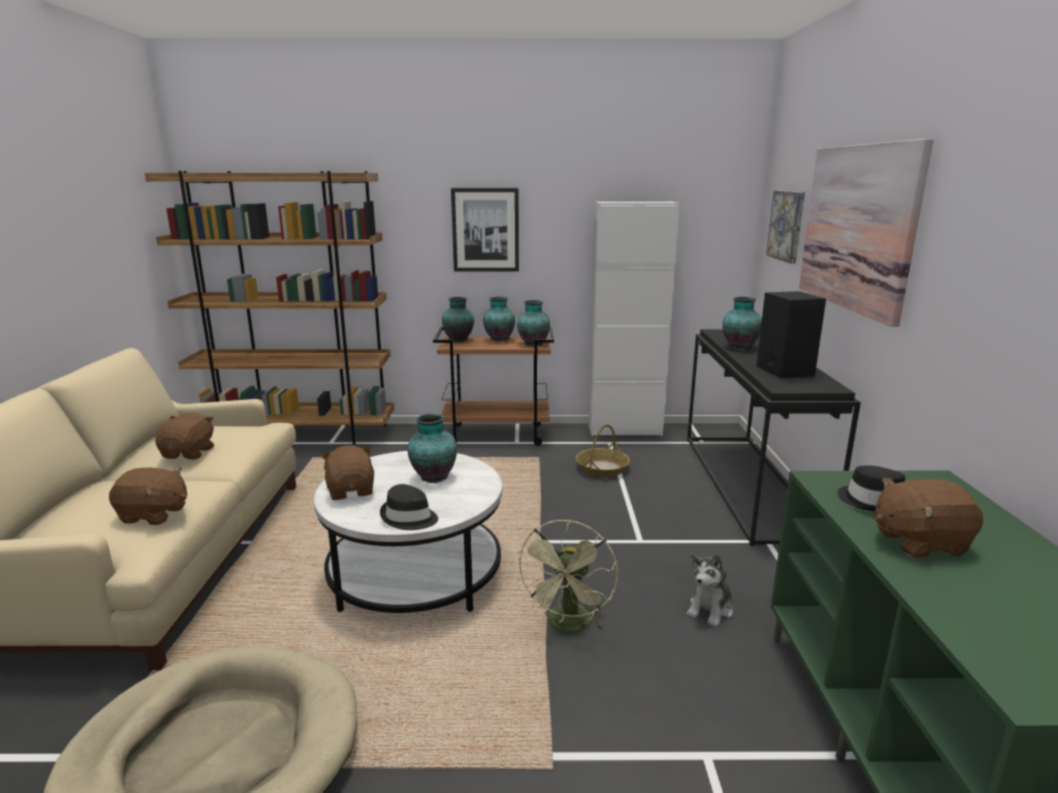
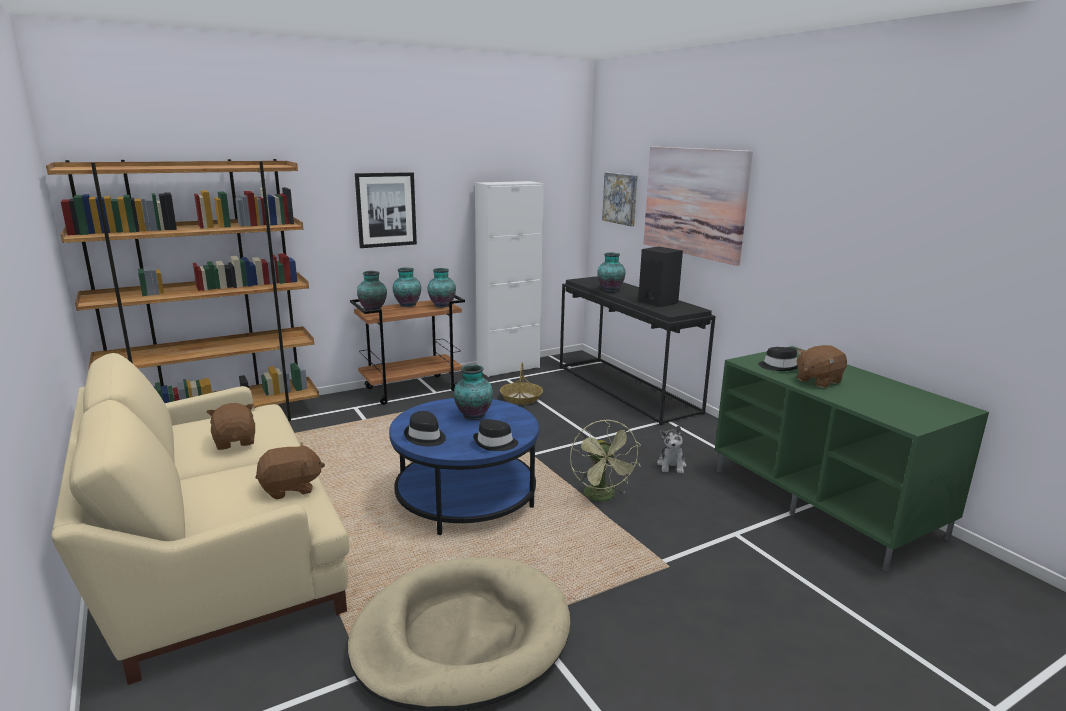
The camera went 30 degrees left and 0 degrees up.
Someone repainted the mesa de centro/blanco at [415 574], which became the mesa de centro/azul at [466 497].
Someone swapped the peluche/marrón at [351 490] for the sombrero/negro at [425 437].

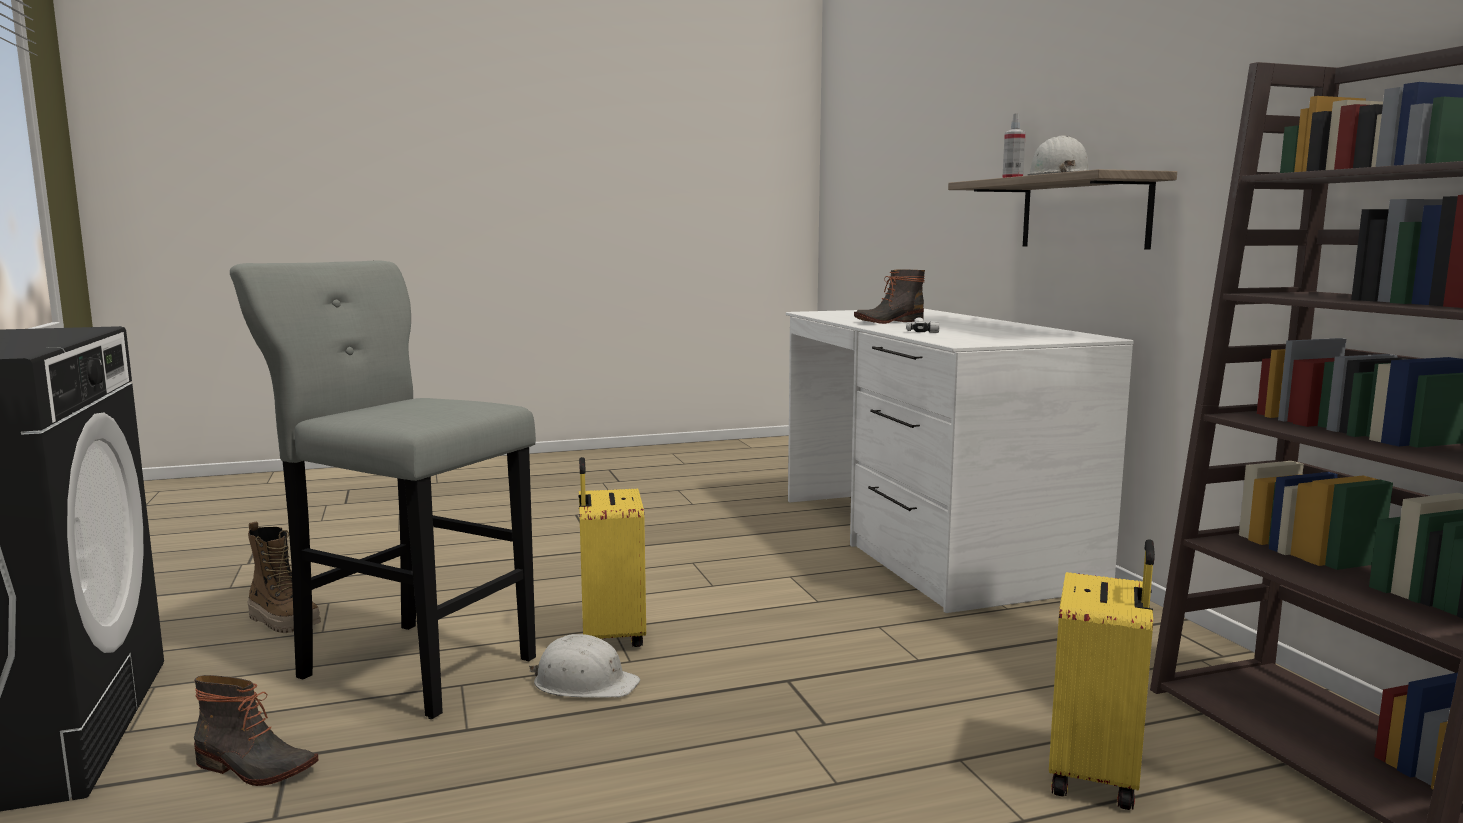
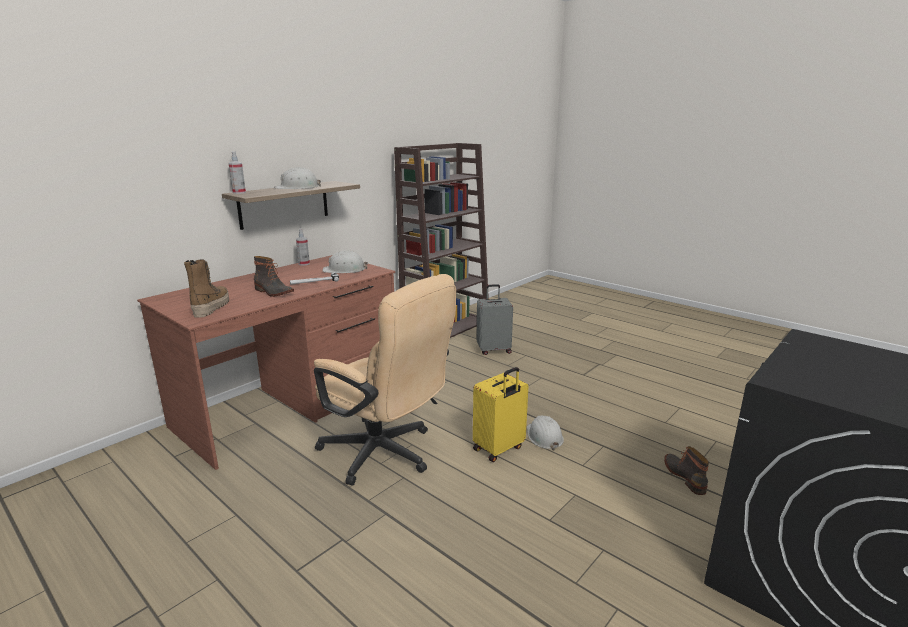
The camera went 120 degrees left and 10 degrees up.
Someone took away the taburete/gris at [410 665].
Someone carried the bota from [284 622] to [211 308].
Someone repainted the escritorio/blanco at [926 540], which became the escritorio/marrón at [292 404].
Someone repainted the maleta/amarillo at [1097 775], which became the maleta/gris at [493 350].
Someone put down the pulverizador at [304 264].
Someone put down the silla de oficina/beis at [385 455].
Someone put down the casco/blanco at [344 270].

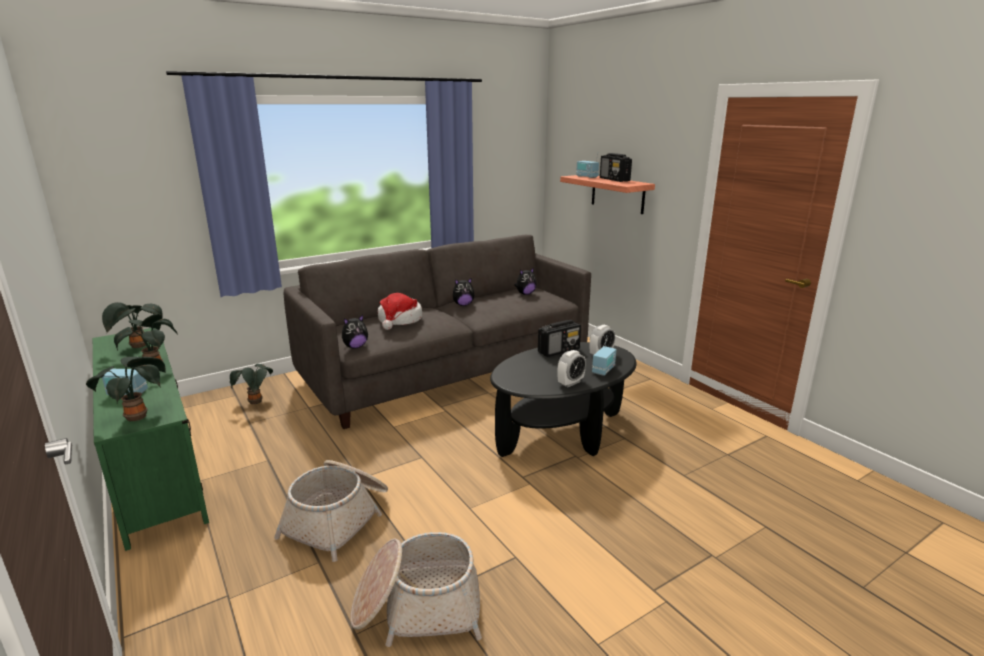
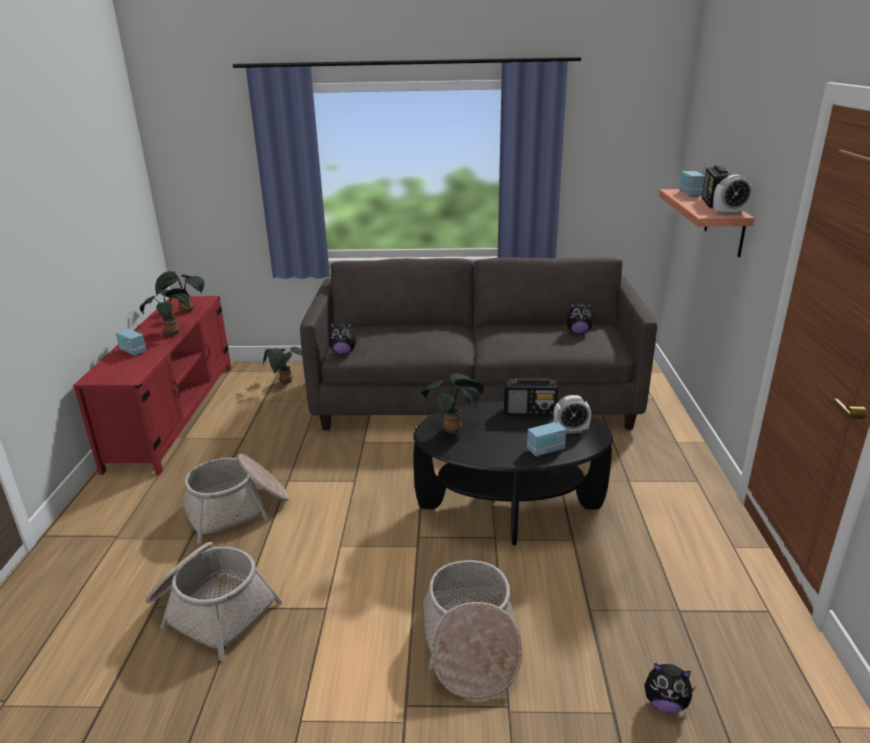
The camera went 35 degrees right and 5 degrees up.
Someone carried the planta en maceta from [139 416] to [454 429].
Someone repainted the mueble de televisión/verde at [155 464], which became the mueble de televisión/rojo at [174 414].
Someone took away the sombrero at [399 320].
Someone carried the peluche from [463 304] to [665 703].
Someone carried the despertador from [570 383] to [729 213].
Someone put down the cesta at [470 644].

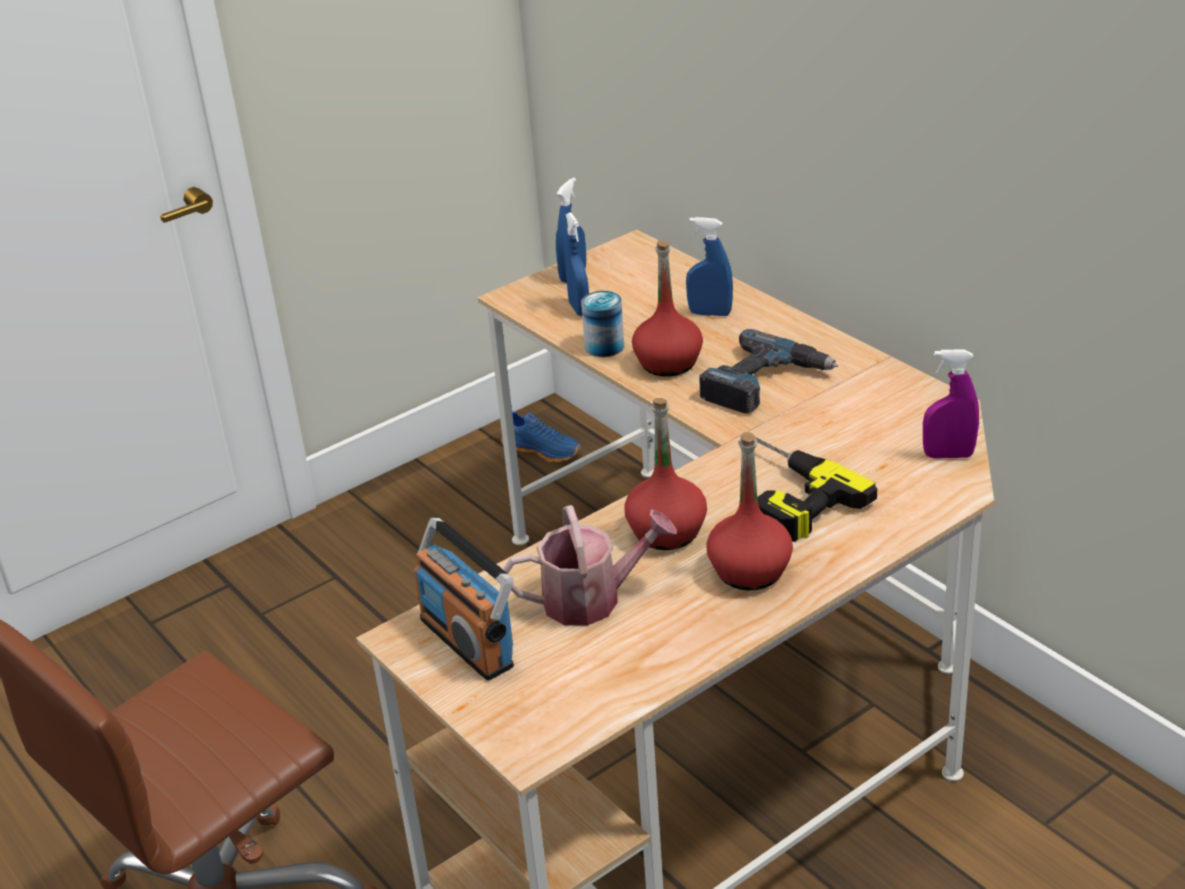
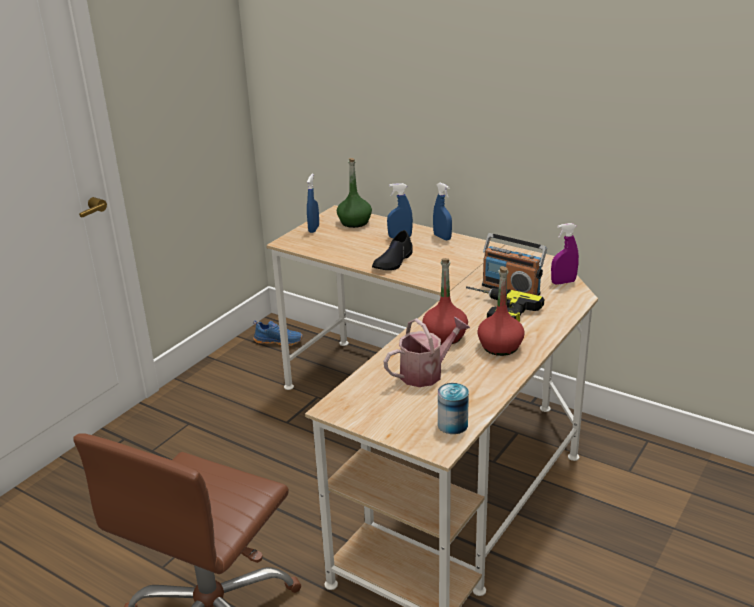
The camera went 20 degrees left and 5 degrees down.
Someone carried the radio from [468 641] to [511 289].
Someone carried the pulverizador/azul from [579 309] to [442 237].
Someone carried the lata from [604 346] to [452 425].
Someone swapped the botella/rojo at [668 363] for the zapato/negro at [393 261].
Someone took away the taladro at [765 383].
Someone put down the botella/verde at [355 222].

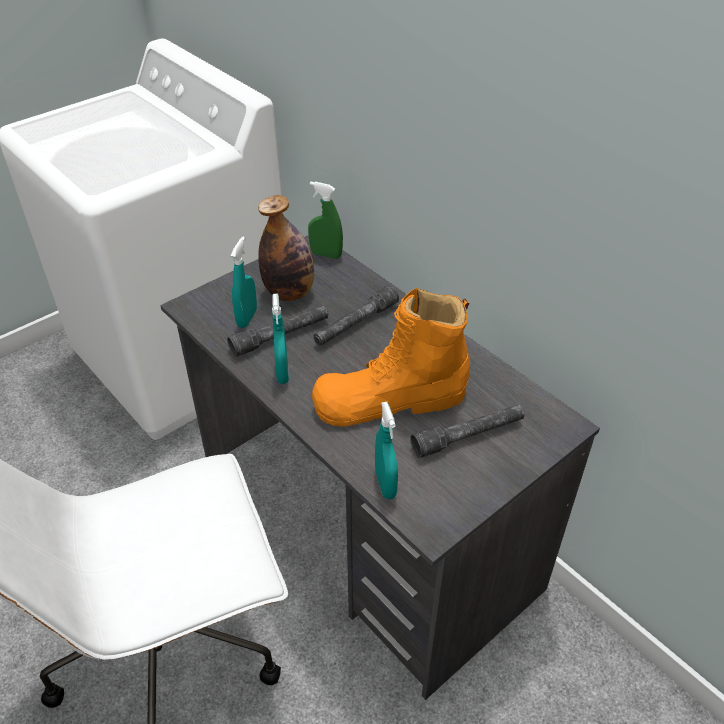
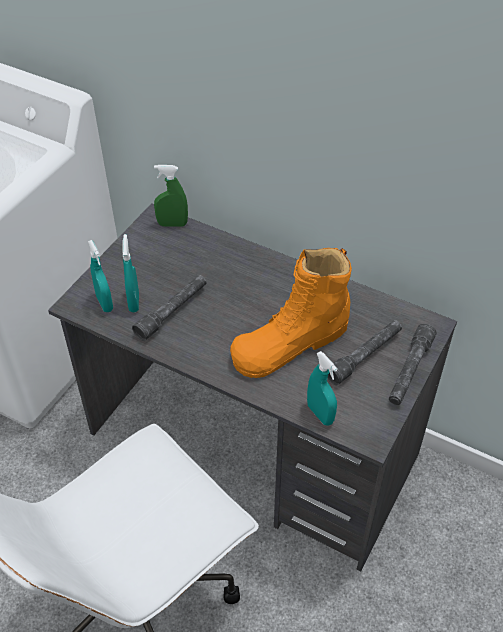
The camera went 20 degrees left and 5 degrees up.
Someone took away the botella at [289 293].
Someone carried the pulverizador/turquesa from [282 373] to [104 303].
Someone carried the linterna/gris from [355 324] to [409 370].

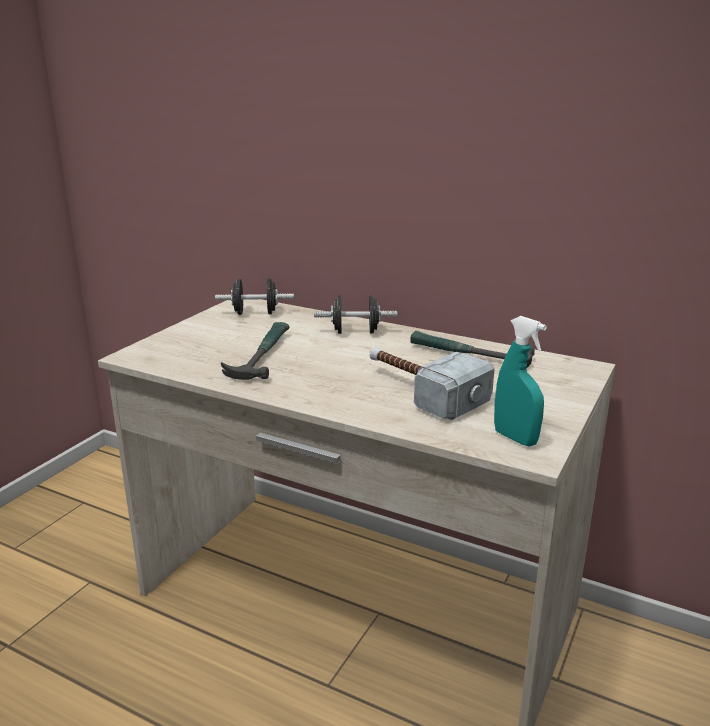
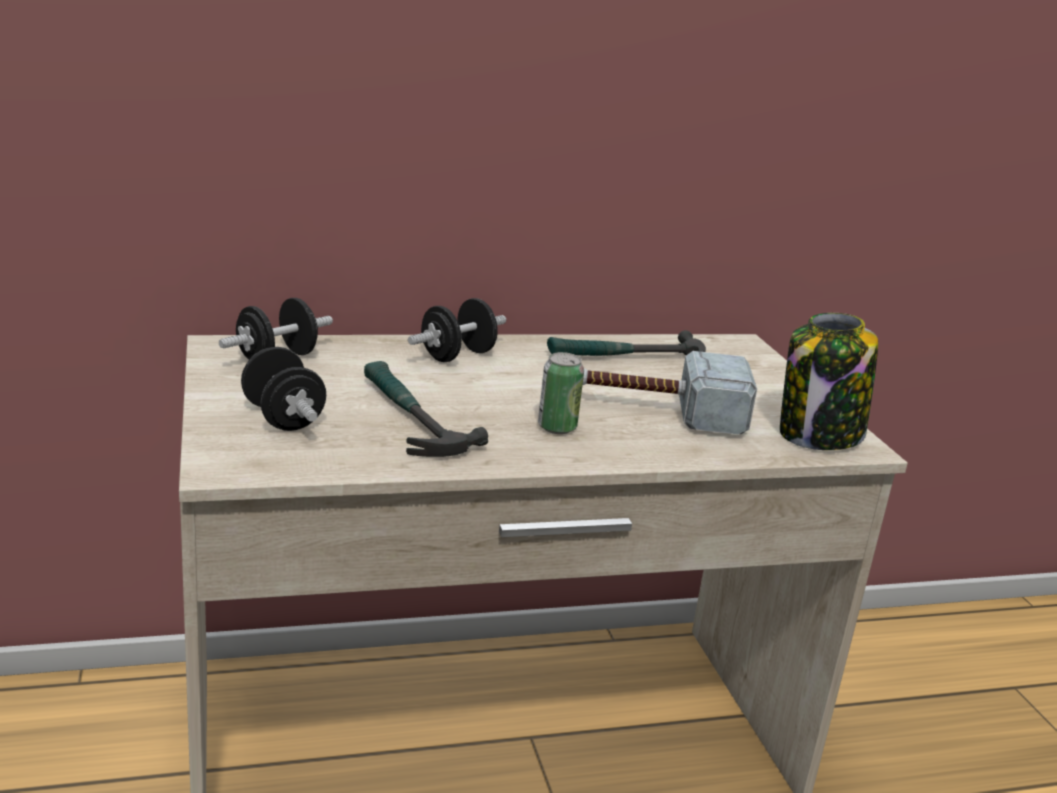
The camera went 45 degrees left and 0 degrees up.
Someone swapped the pulverizador/turquesa at [515 438] for the tarro at [819 435].
Someone put down the mancuerna/negro at [283 418].
Someone put down the lata at [557 427].

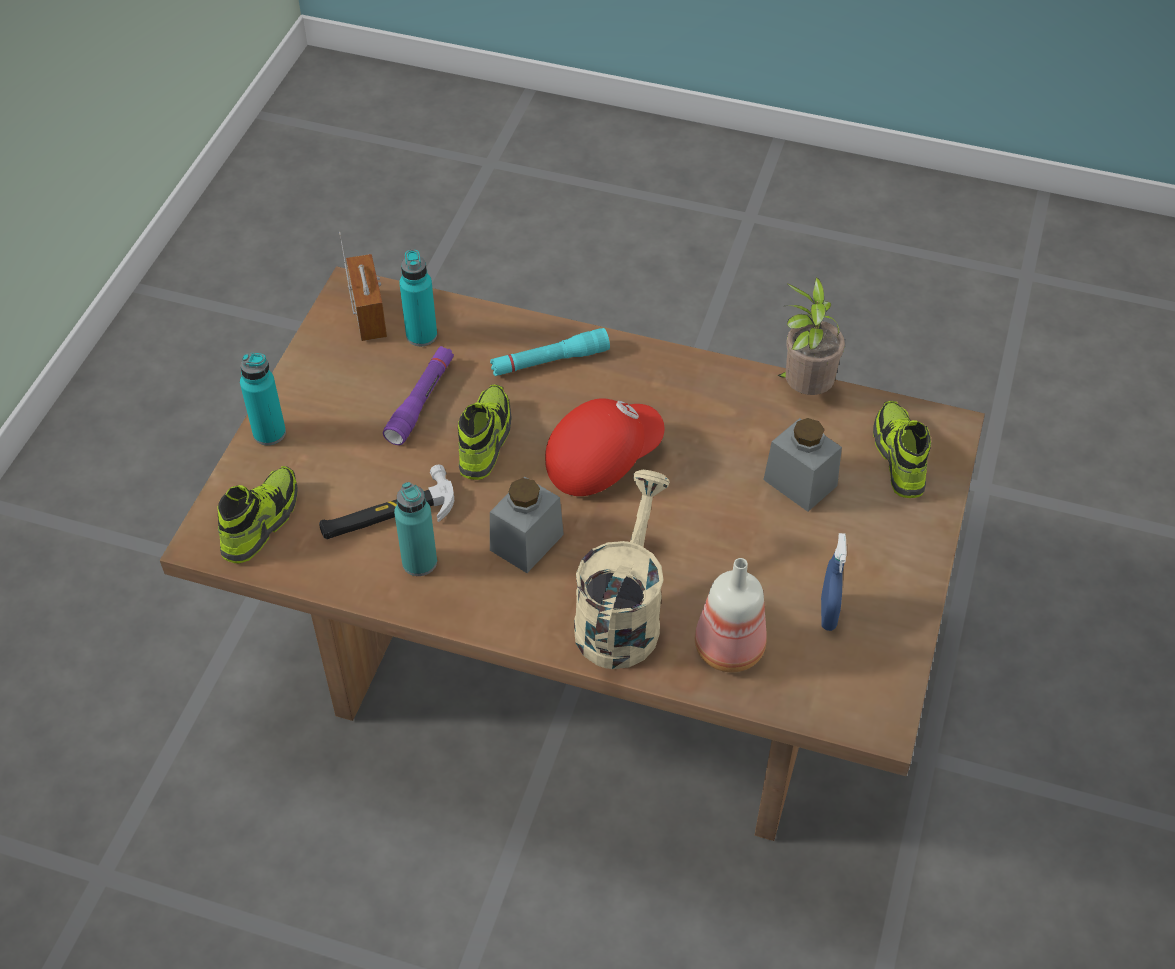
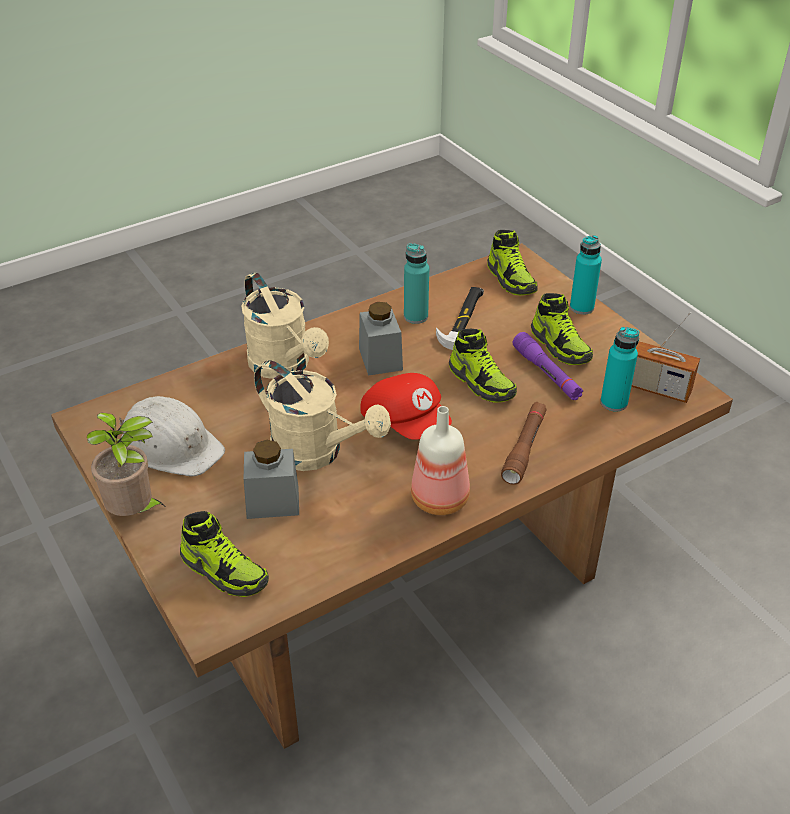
The camera went 130 degrees right and 10 degrees down.
Someone repainted the linterna/turquesa at [550 361], which became the linterna/marrón at [524 448].
Someone rotated the gorra/rojo at [602 459] by 45 degrees counterclockwise.
Someone carried the botella from [726 648] to [441 498].
Someone carried the planta en maceta from [804 389] to [135 513].
Someone swapped the pulverizador/azul at [828 614] for the casco/blanco at [171 445].
Someone put down the regadera/beis at [317 452].
Someone put down the zapato at [560 346].

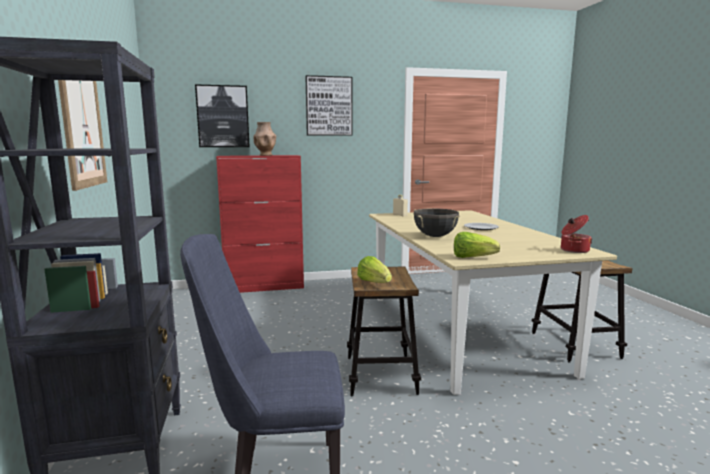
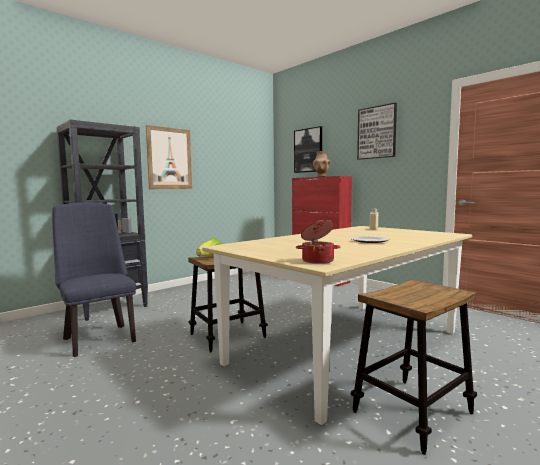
The camera went 60 degrees right and 5 degrees down.
Someone took away the olla/negro at [435 236].
Someone took away the lechuga at [472 257].

